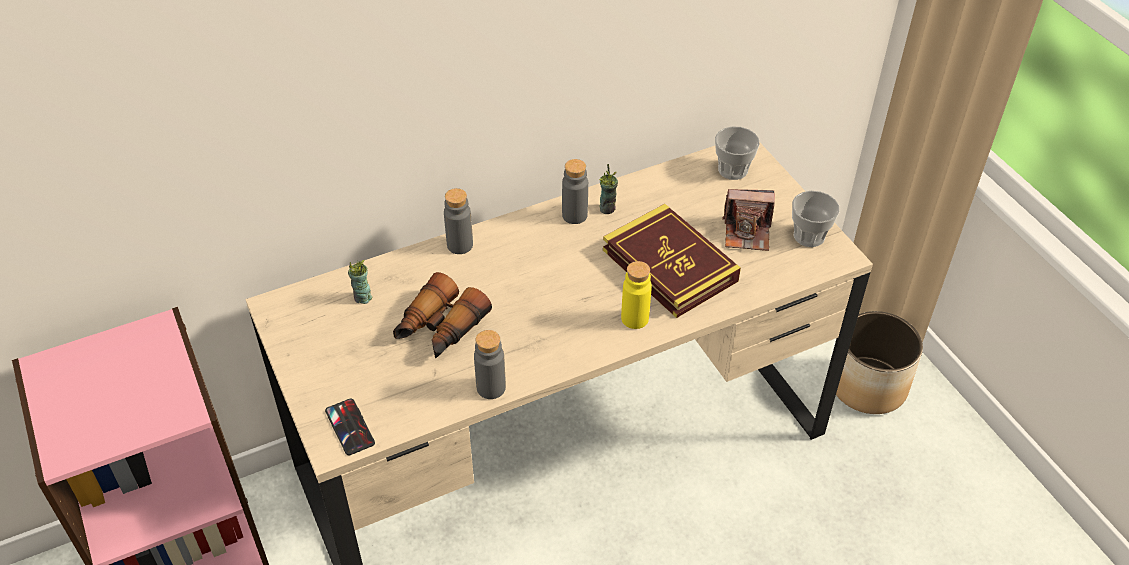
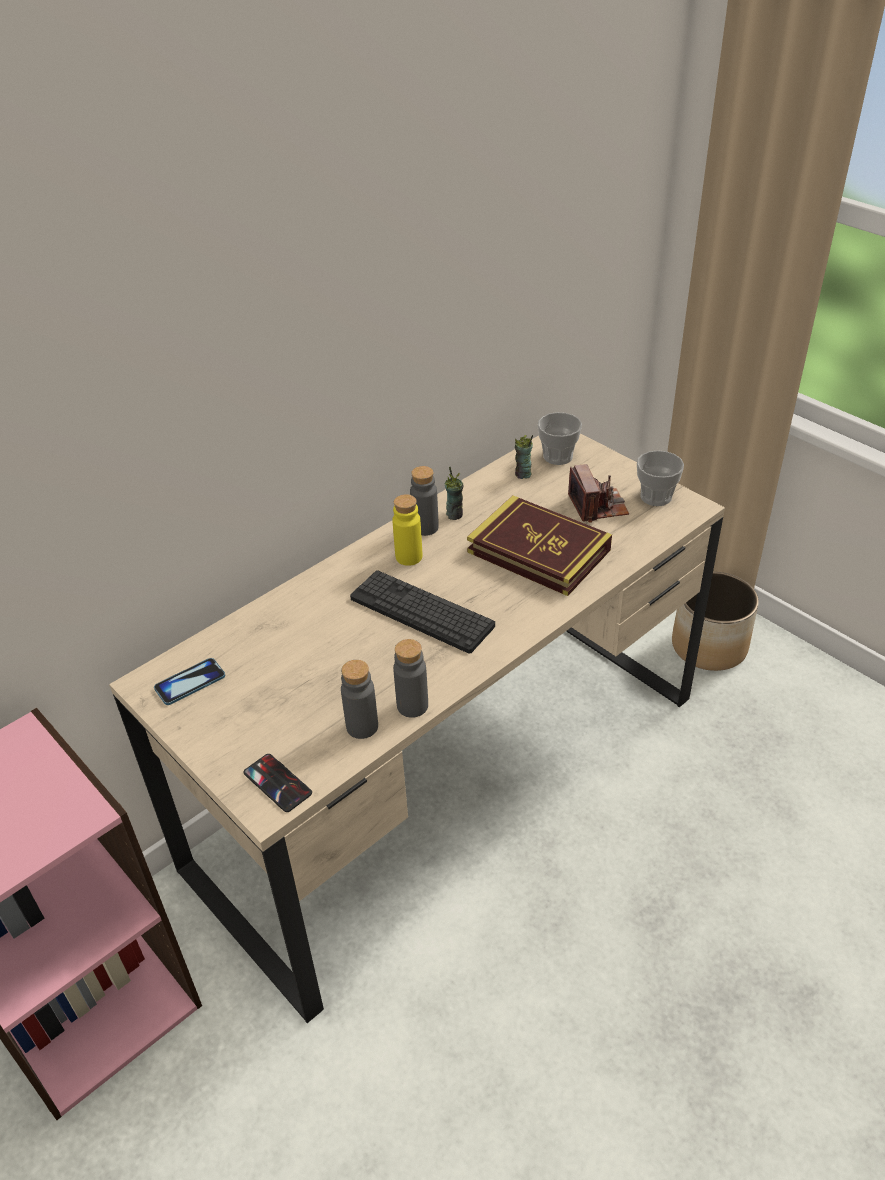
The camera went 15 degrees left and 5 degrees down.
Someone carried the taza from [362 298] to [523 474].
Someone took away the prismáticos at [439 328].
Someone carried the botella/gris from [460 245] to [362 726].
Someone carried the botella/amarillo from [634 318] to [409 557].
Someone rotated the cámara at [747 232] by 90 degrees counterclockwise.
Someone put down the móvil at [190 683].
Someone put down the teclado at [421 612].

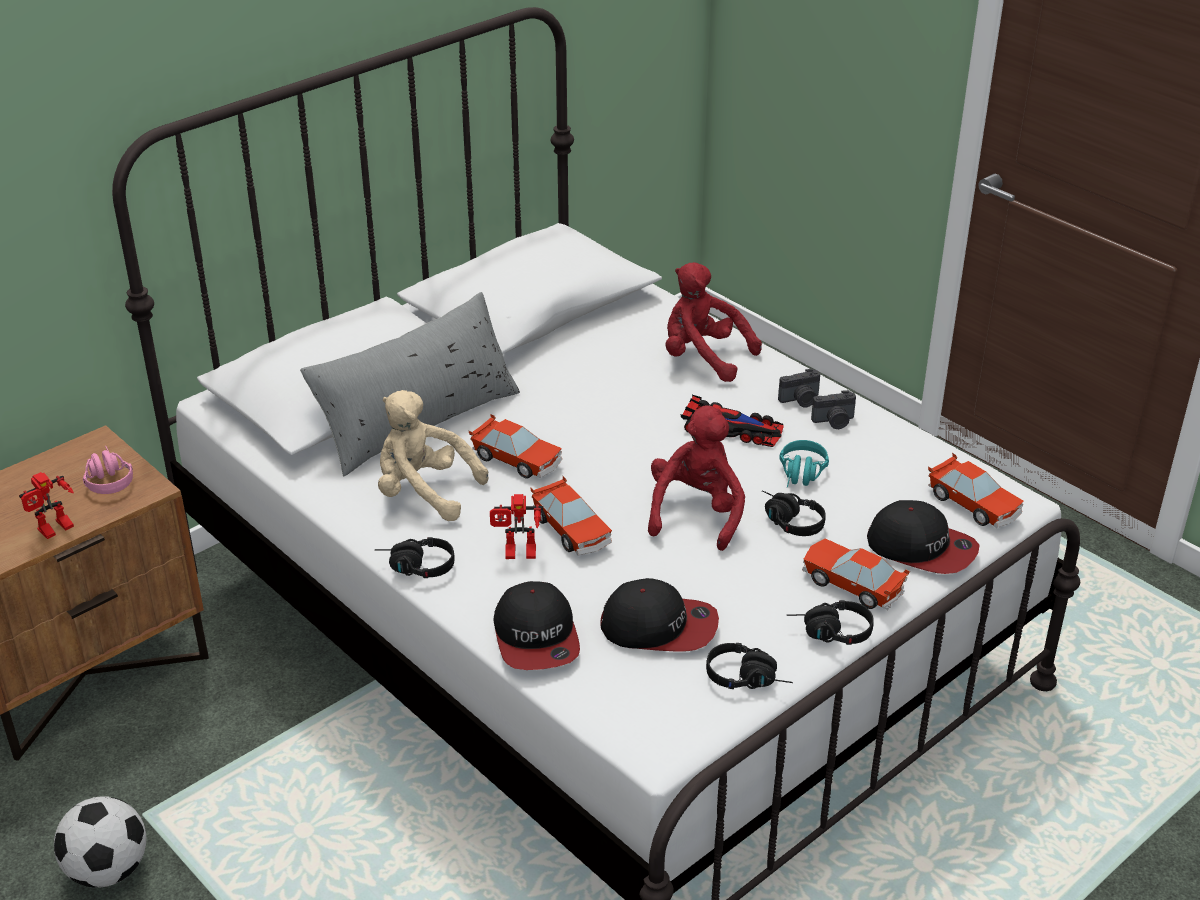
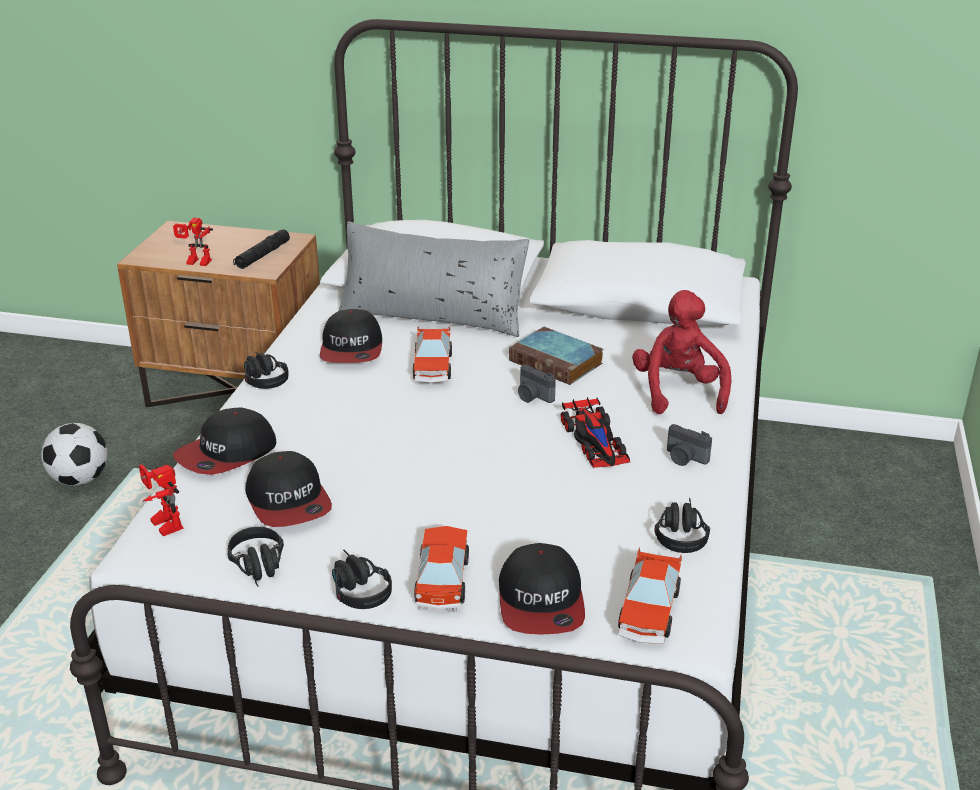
The camera went 55 degrees right and 5 degrees down.
Someone swapped the auriculares/rosa at [107 478] for the linterna/negro at [262 255].
Someone swapped the peluche/beis at [424 492] for the gorra at [352 349].
Someone carried the robot de juguete from [518 555] to [161 525].
Someone took away the coche de juguete at [571 530].
Someone took away the peluche/rojo at [696 513].
Someone carried the auriculares/negro from [787 521] to [680 533].
Someone took away the auriculares/turquesa at [801 476].
Someone carried the cámara from [834 422] to [533 397].
Someone put down the libro at [558 362].

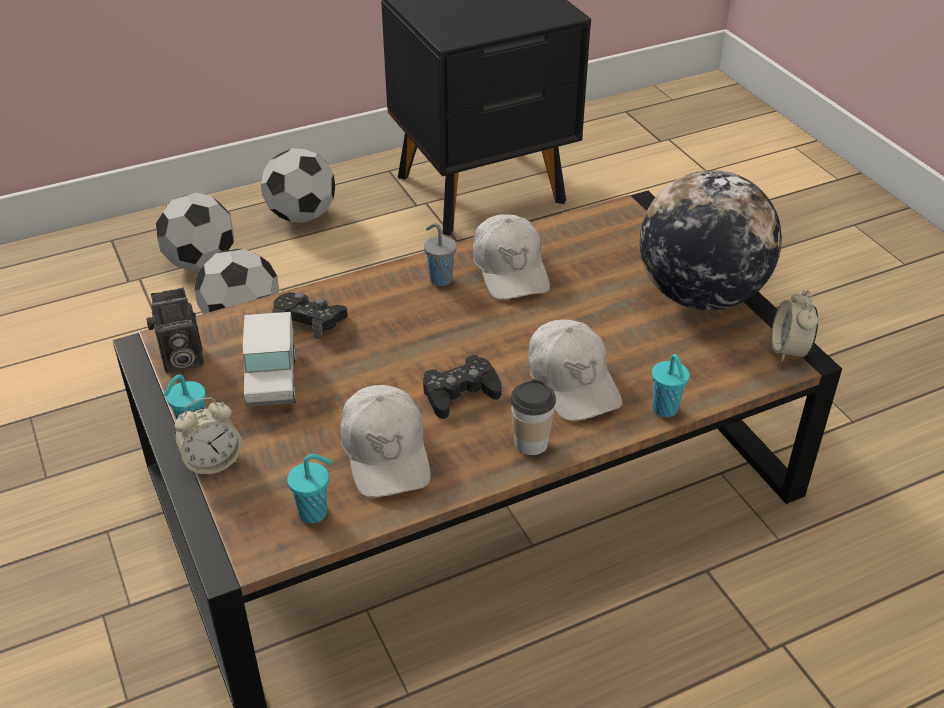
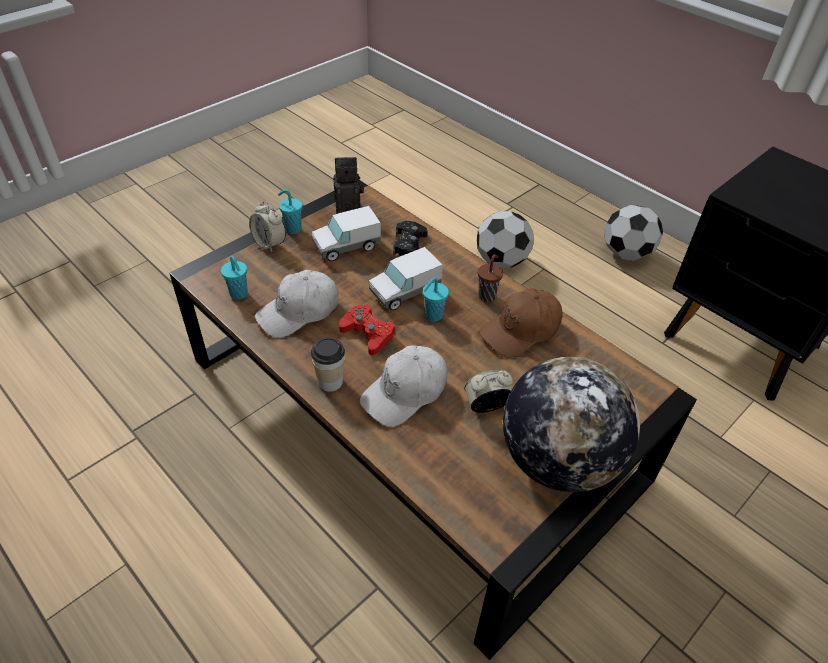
The camera went 70 degrees right and 5 degrees up.
Someone rotated the cámara at [180 360] by 120 degrees clockwise.
Someone took away the balón de fútbol at [201 263].
Someone repainted the mando de consola/negro at [460 393], which became the mando de consola/rojo at [368 334].
Someone repainted the taza/gris at [439 279], which became the taza/marrón at [487 295].
Someone repainted the gorra/blanco at [510 269], which became the gorra/marrón at [521 331].
Someone carried the taza/turquesa from [666 410] to [432 316].
Someone carried the despertador from [789 350] to [486 406].
Someone put down the camión de juguete at [405 292].

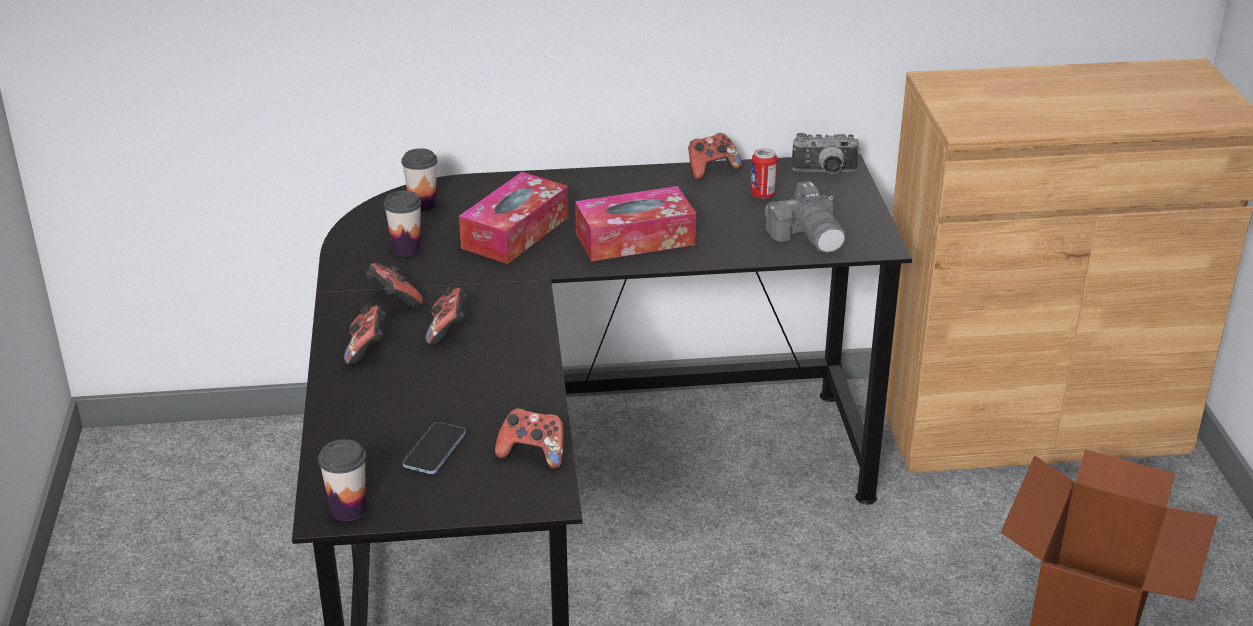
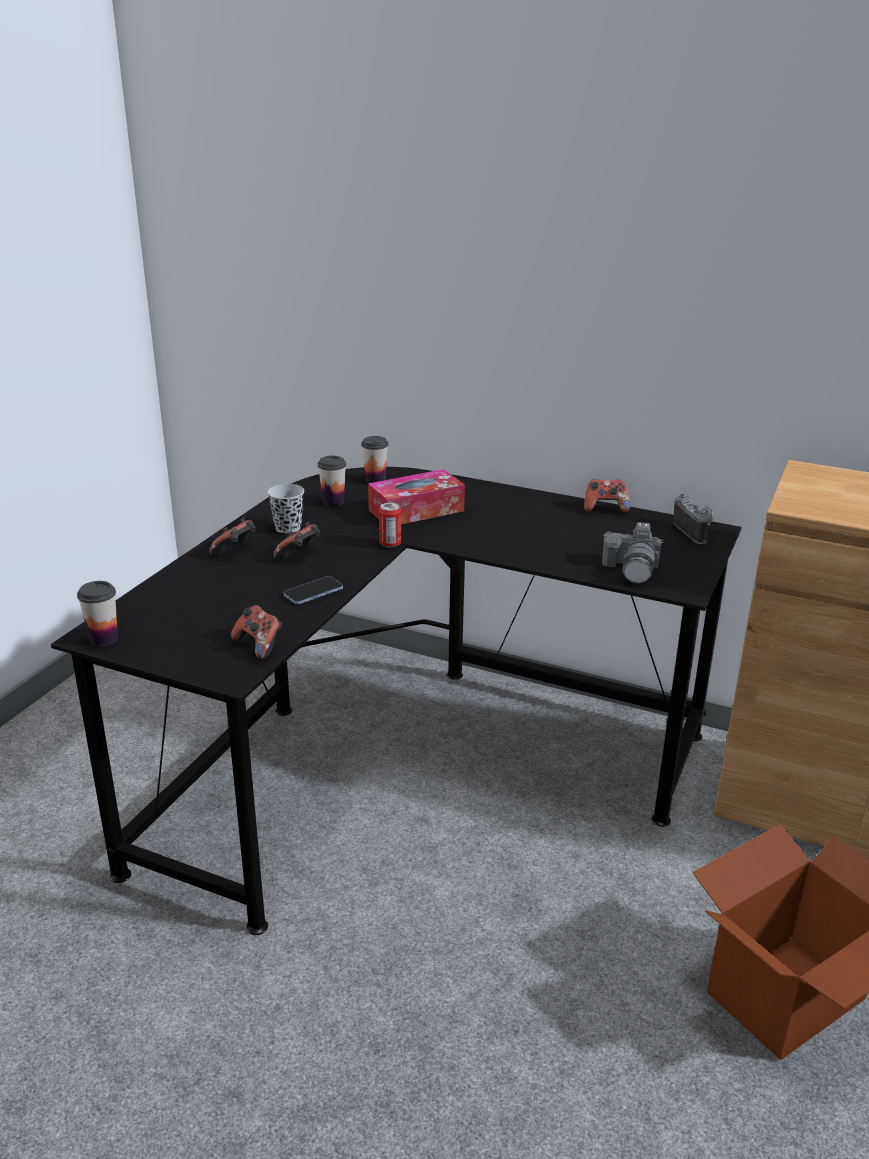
The camera went 30 degrees right and 5 degrees down.
Someone swapped the mando de consola at [393 300] for the taza/negro at [288 528].
Someone carried the móvil from [434 450] to [313 592].
Someone took away the caja de pañuelos at [635 239].
Someone carried the lata from [762 195] to [390 544].
Someone rotated the cámara at [825 173] by 135 degrees counterclockwise.

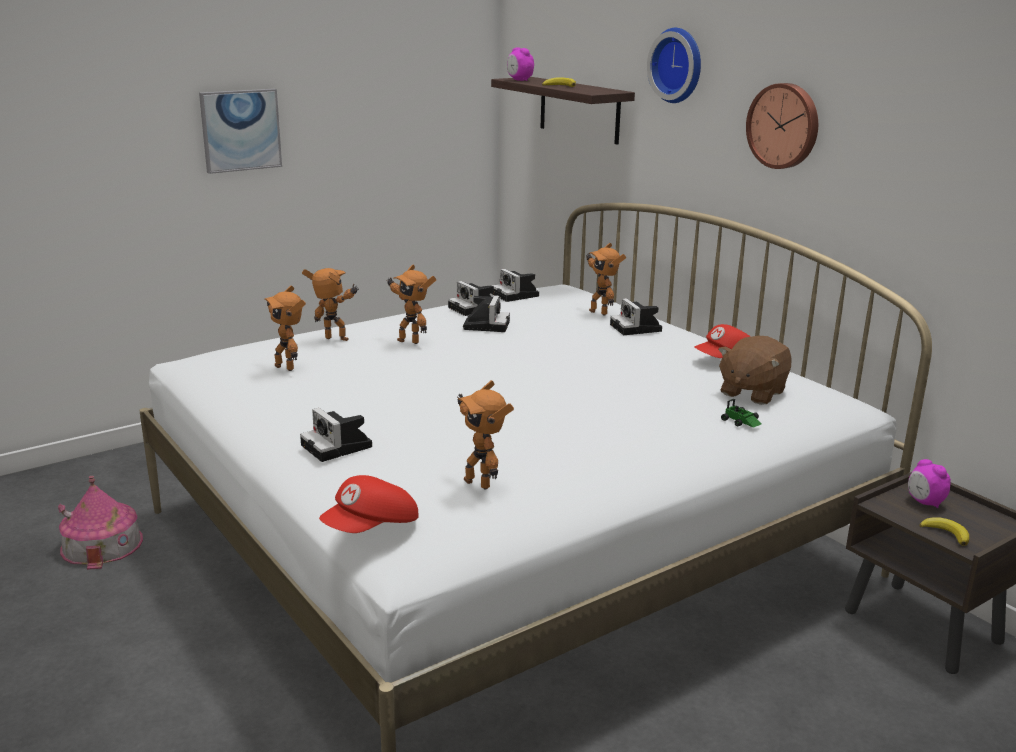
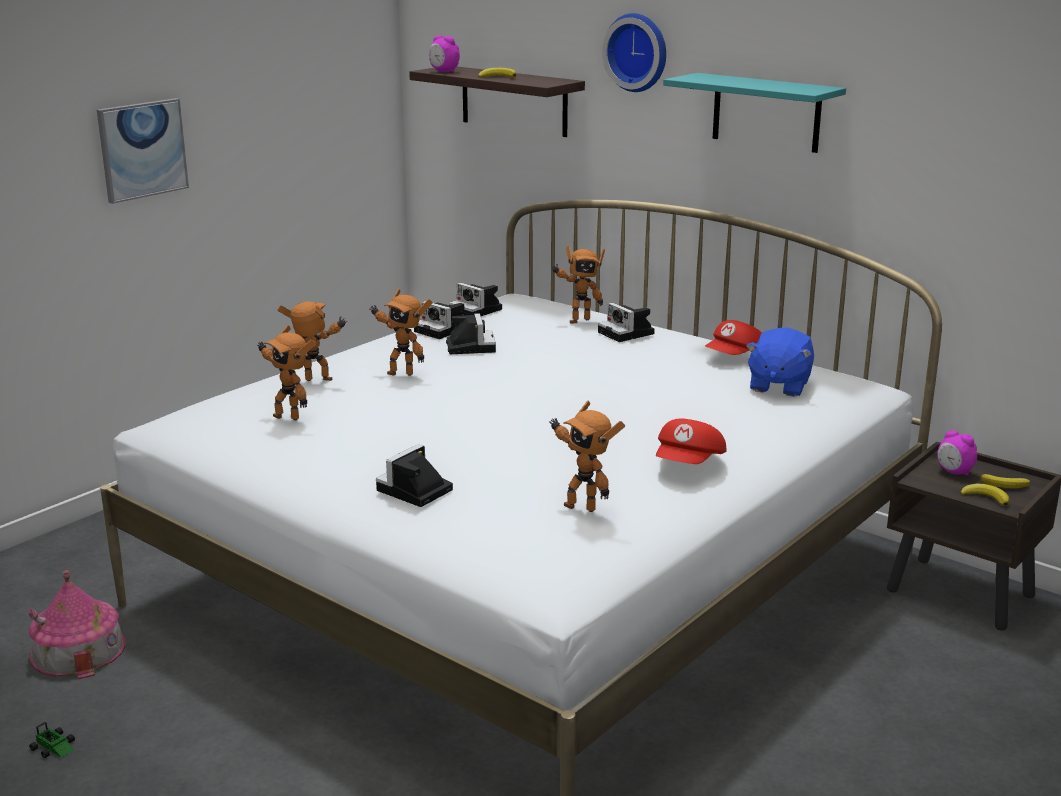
The camera went 15 degrees left and 0 degrees up.
Someone rotated the cámara at [338 447] by 90 degrees clockwise.
Someone carried the gorra/rojo from [372 528] to [689 464].
Someone rotated the robot de juguete at [600 312] by 60 degrees counterclockwise.
Someone repainted the peluche/marrón at [751 392], which became the peluche/azul at [778 386].
Someone carried the coche de juguete from [743 421] to [55 747].
Someone swapped the reloj de pared at [784 126] for the estante/turquesa at [766 112].
Someone put down the plátano at [1006 485].

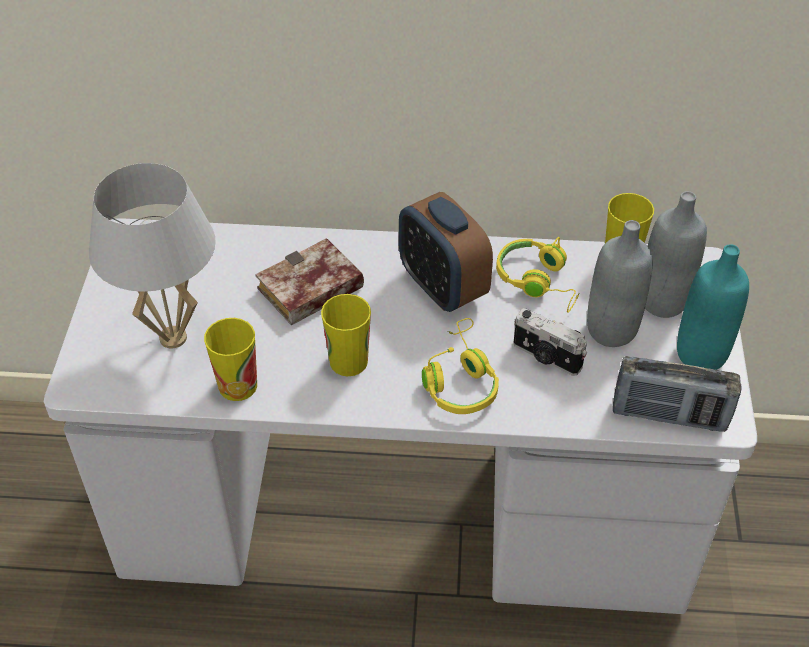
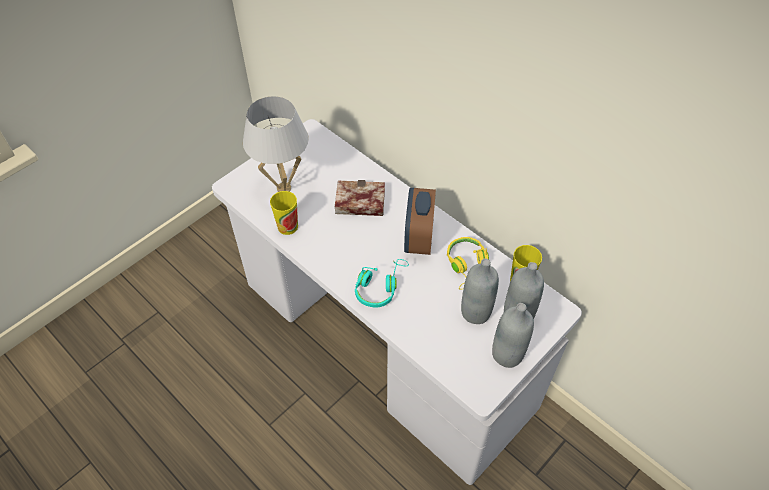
The camera went 40 degrees right and 5 degrees up.
Someone took away the taza at [348 361].
Someone repainted the auriculares/amarillo at [459 380], which became the auriculares/turquesa at [380 287].
Someone took away the cámara at [546 357].
Someone took away the radio at [669 415].
Someone repainted the botella/turquesa at [701 354], which became the botella/gris at [507 354].

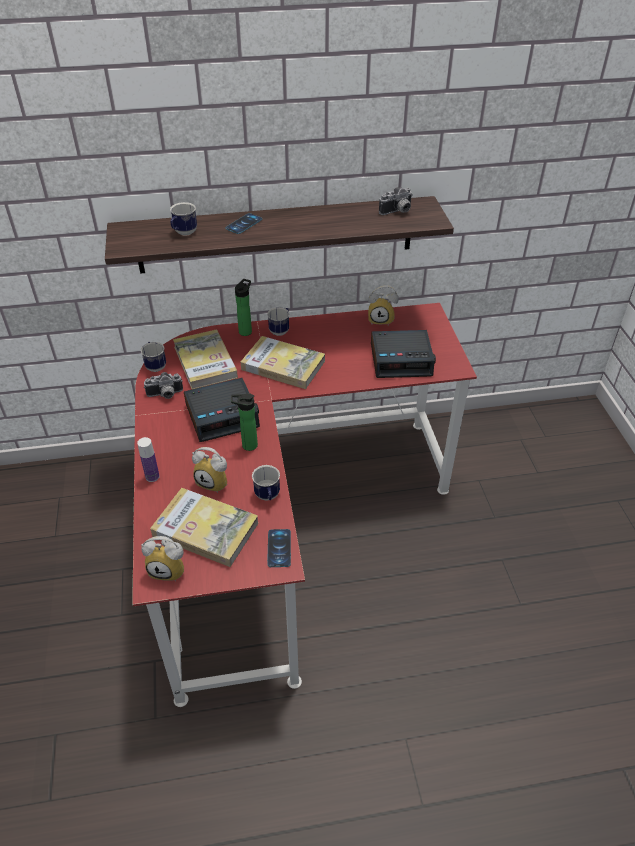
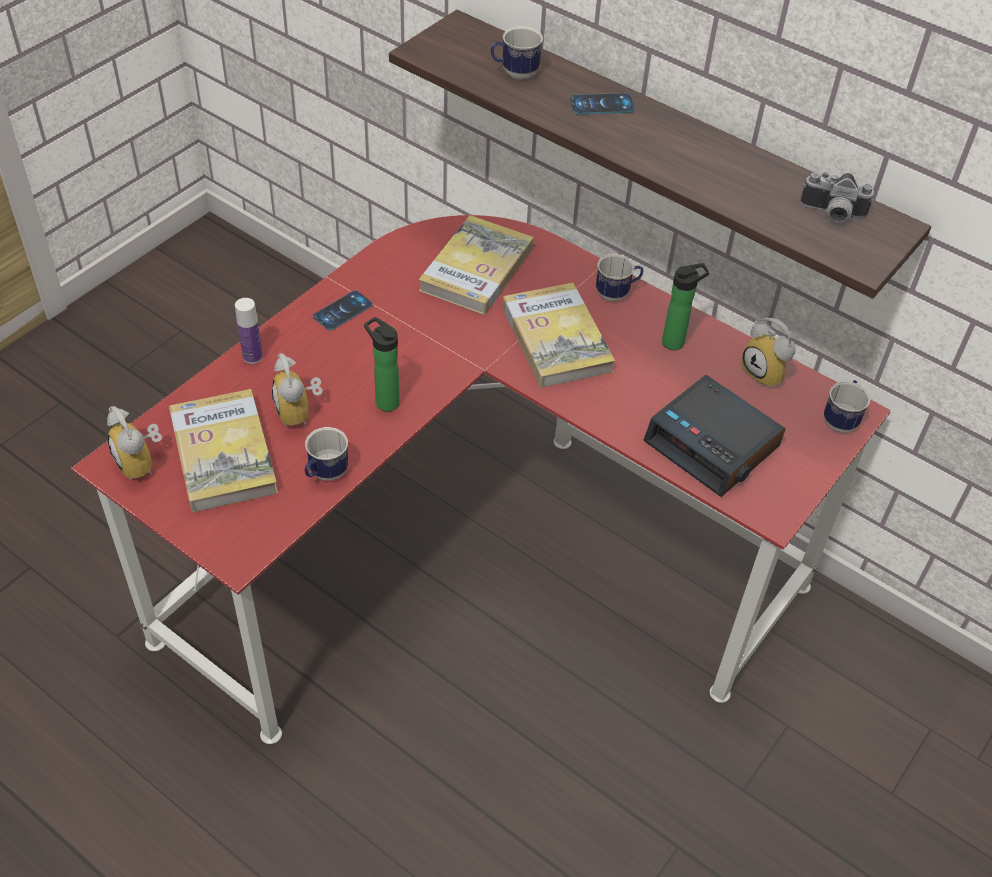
The camera went 45 degrees right and 5 degrees up.
Someone carried the taza grande from [155 365] to [841 419].
Someone took away the cámara at [165 395].
Someone took away the despertador at [222 415].
Someone carried the botella from [246 331] to [676 342].
Someone carried the móvil from [279 548] to [343 311].

